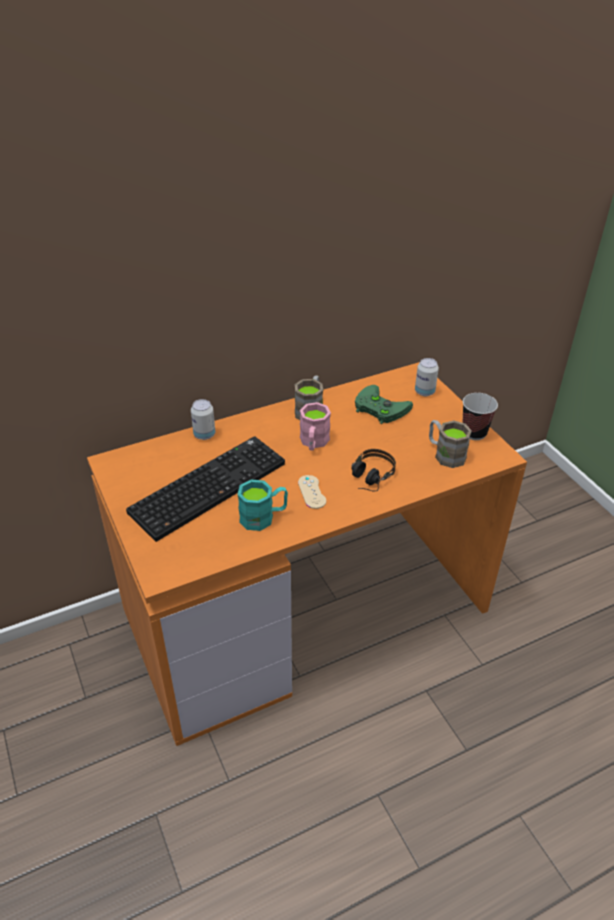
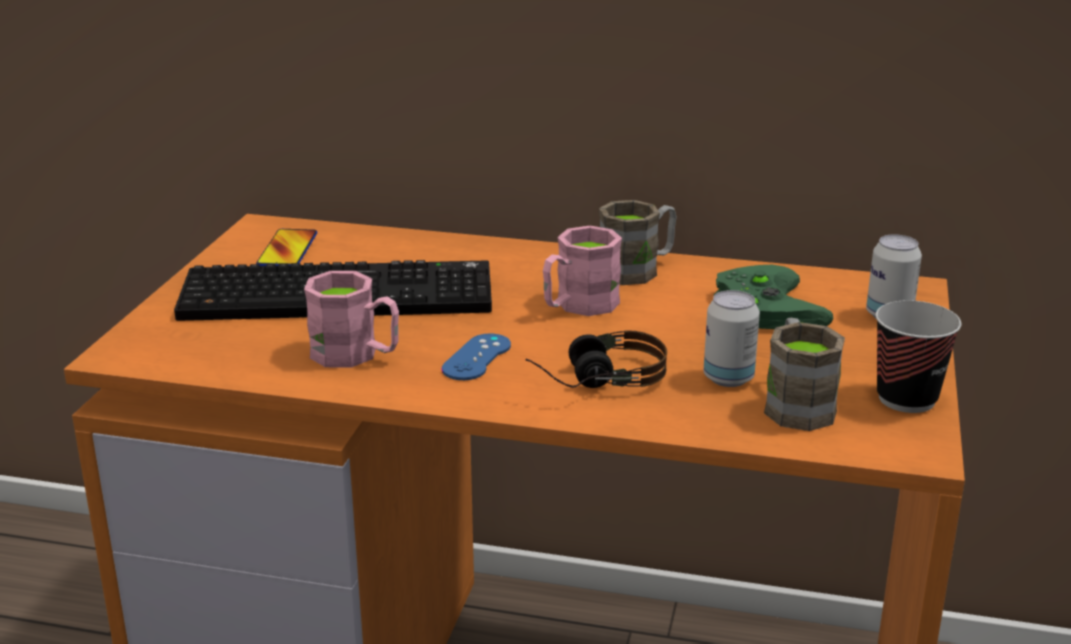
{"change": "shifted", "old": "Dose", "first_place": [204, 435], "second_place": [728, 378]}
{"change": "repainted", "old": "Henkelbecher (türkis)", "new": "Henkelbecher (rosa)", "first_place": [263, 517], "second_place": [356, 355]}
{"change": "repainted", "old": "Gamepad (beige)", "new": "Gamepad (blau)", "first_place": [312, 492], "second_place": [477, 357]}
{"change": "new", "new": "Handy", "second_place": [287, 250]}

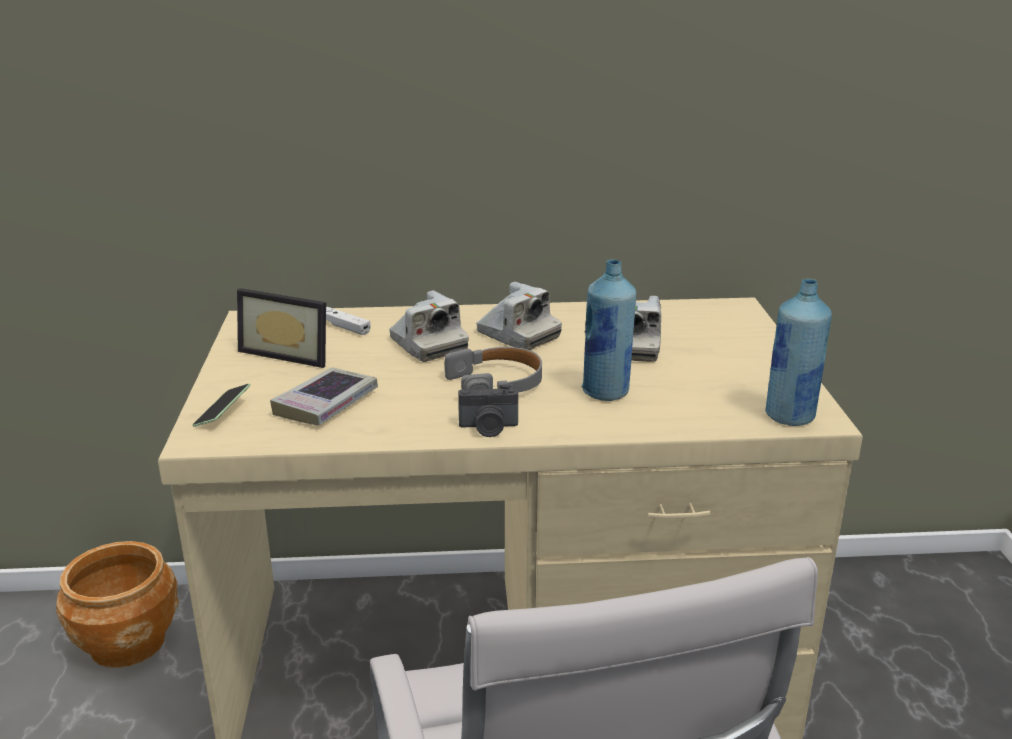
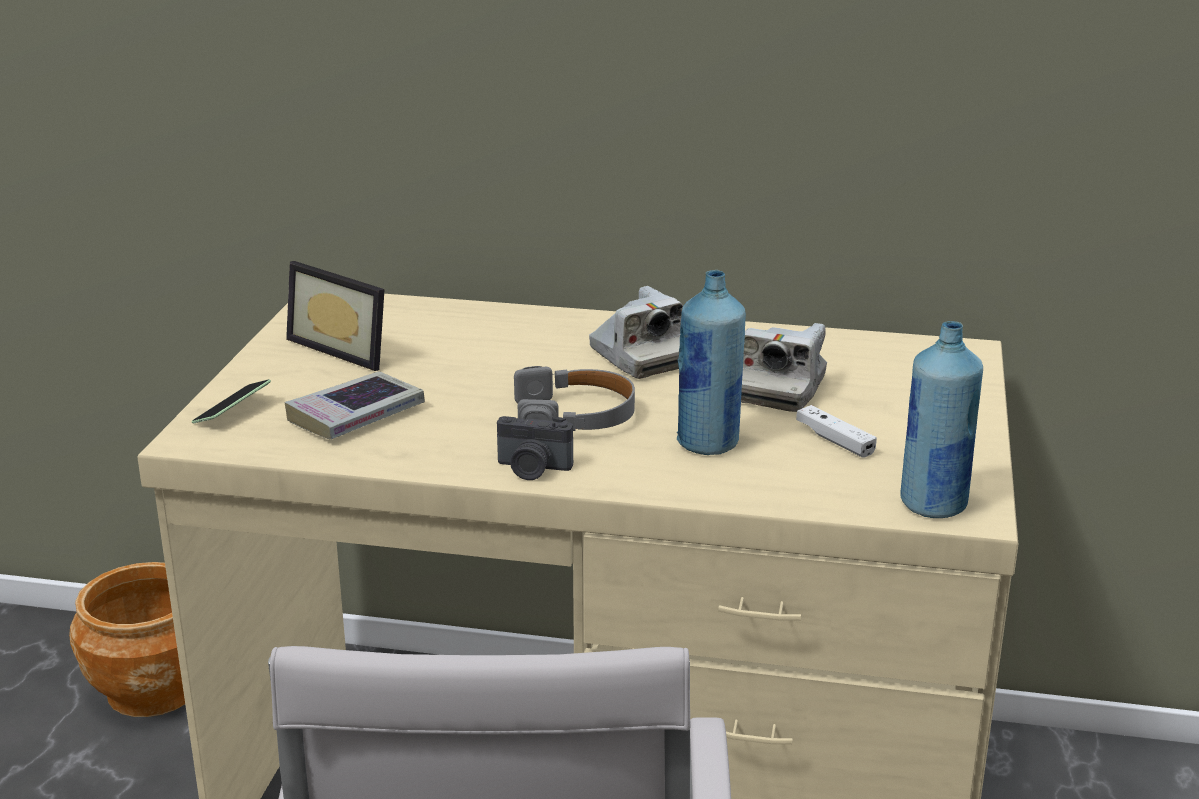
{"change": "shifted", "old": "Gamepad (weiß)", "first_place": [344, 327], "second_place": [834, 440]}
{"change": "gone", "old": "Kamera", "first_place": [428, 345]}

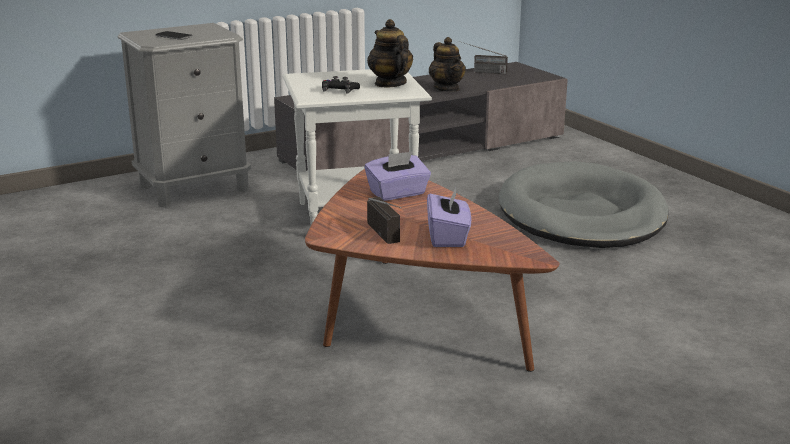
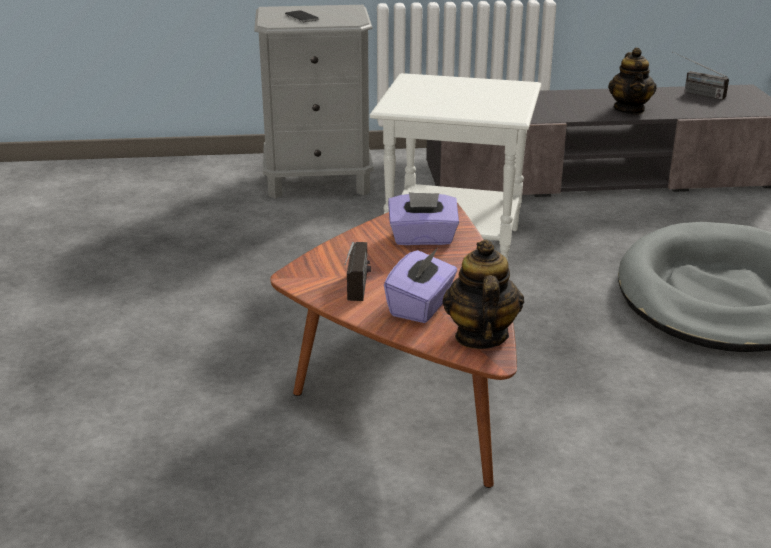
{"change": "gone", "old": "Gamepad (schwarz)", "first_place": [340, 90]}
{"change": "shifted", "old": "Teekanne", "first_place": [390, 84], "second_place": [480, 336]}

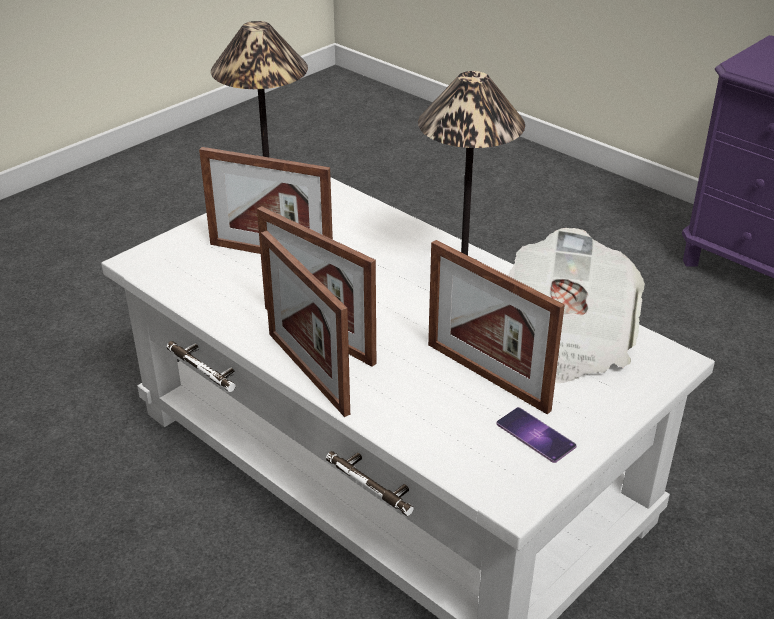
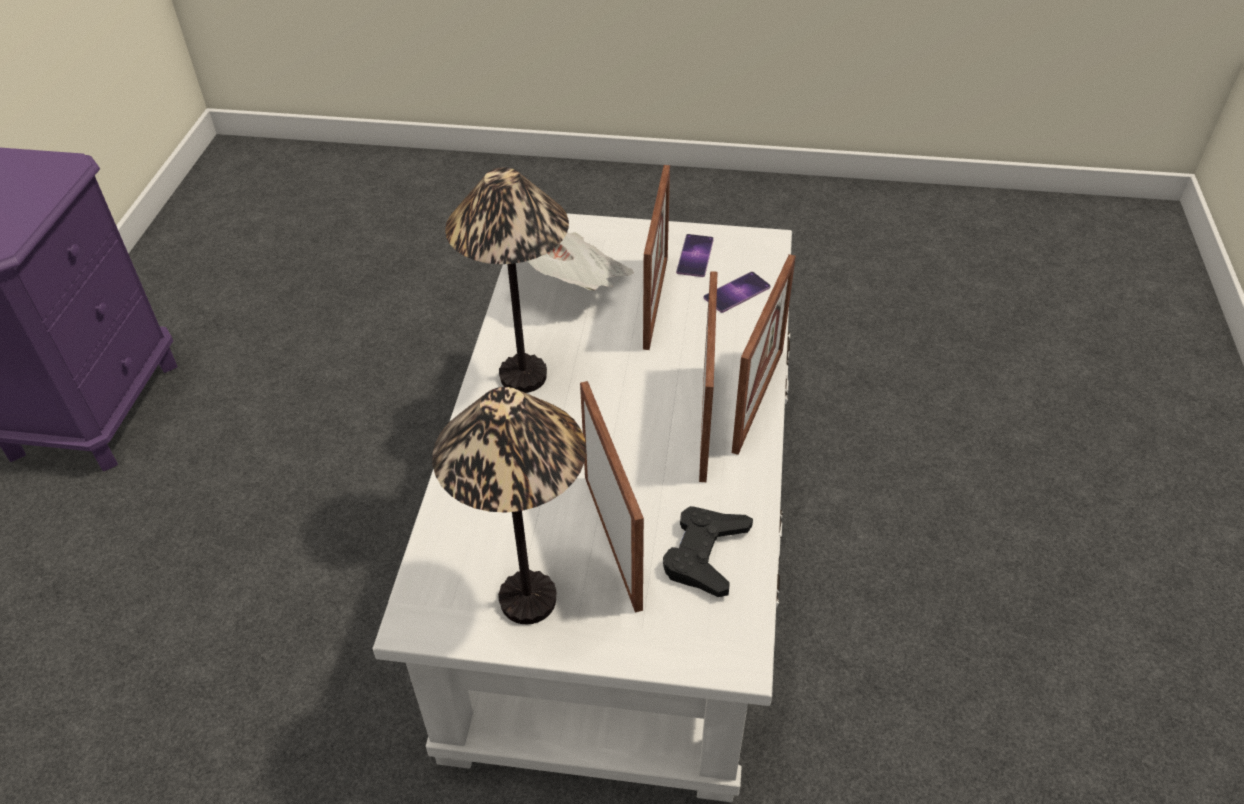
{"change": "new", "new": "Gamepad (schwarz)", "second_place": [705, 554]}
{"change": "new", "new": "Handy", "second_place": [737, 292]}

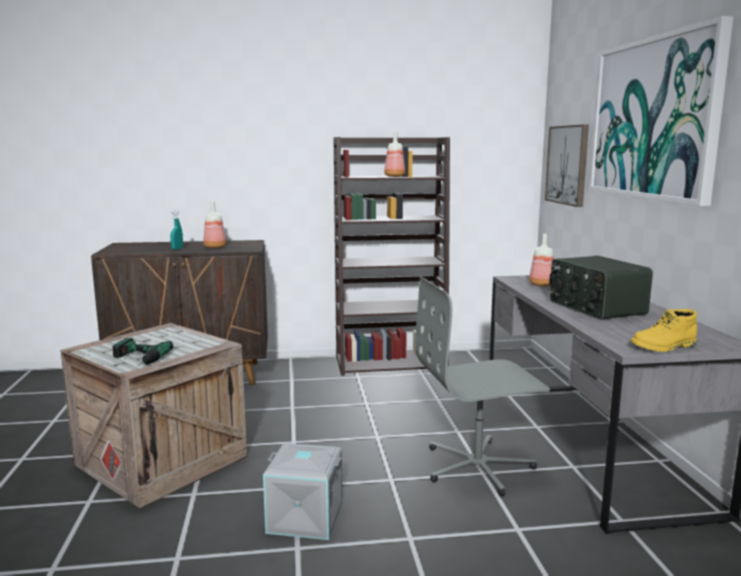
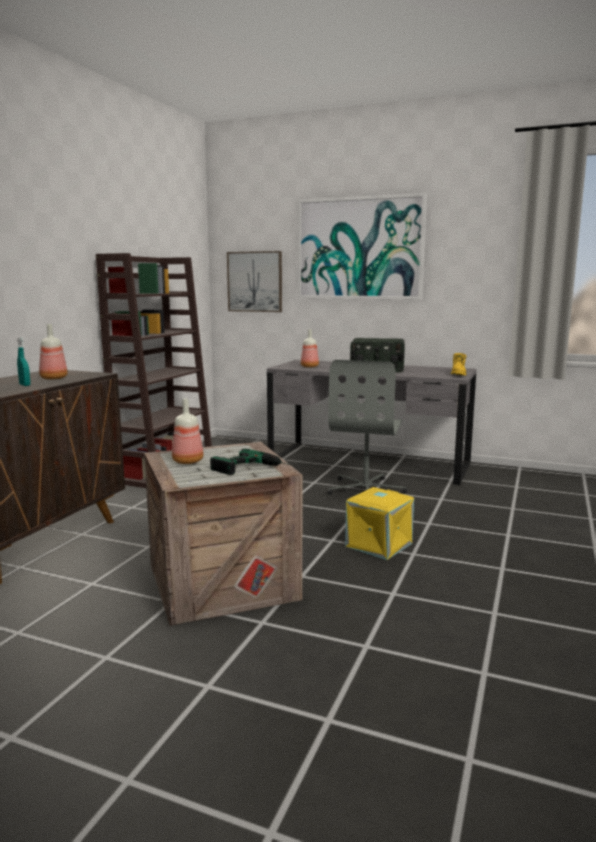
{"change": "repainted", "old": "Aufbewahrungsbox (grau)", "new": "Aufbewahrungsbox (gelb)", "first_place": [304, 518], "second_place": [379, 545]}
{"change": "shifted", "old": "Flasche", "first_place": [394, 176], "second_place": [188, 461]}

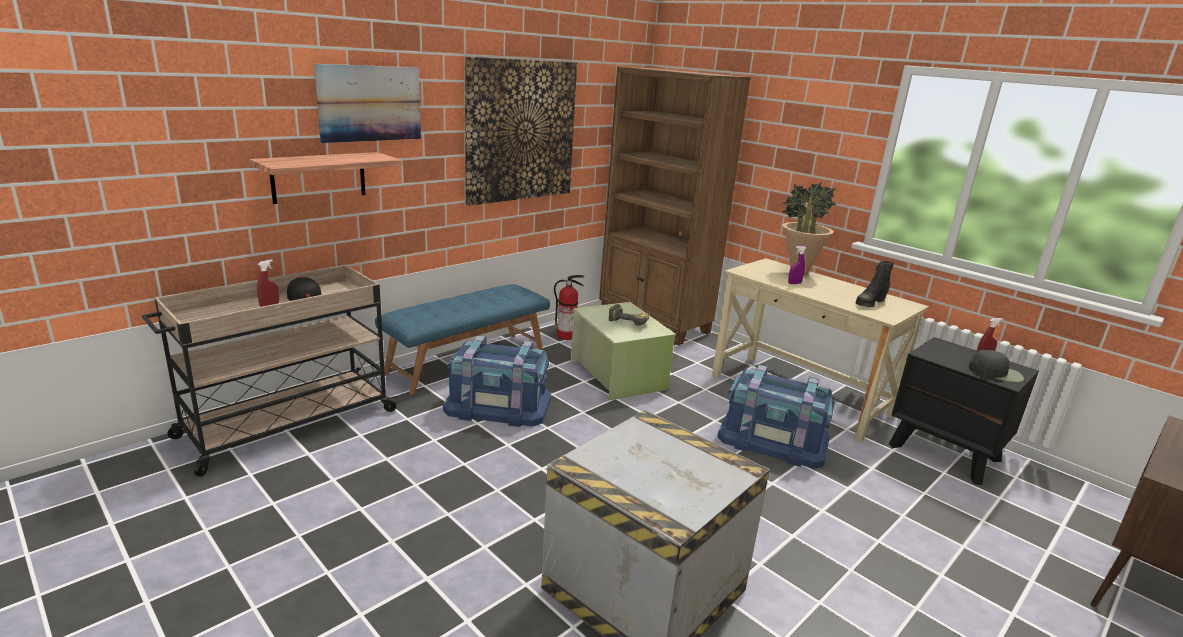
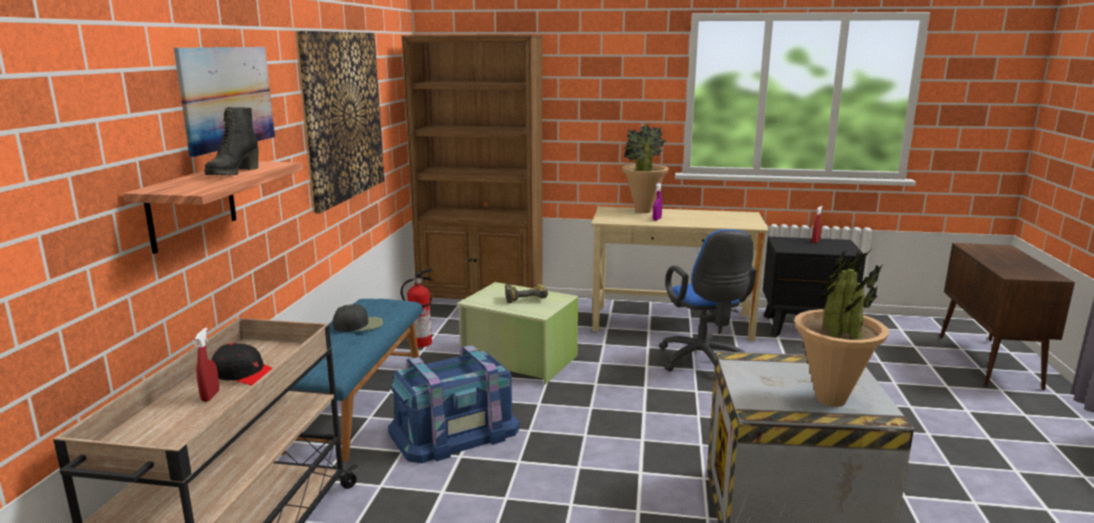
{"change": "swapped", "old": "Aufbewahrungsbox (blau)", "new": "Bürostuhl (blau)", "first_place": [772, 439], "second_place": [703, 363]}
{"change": "shifted", "old": "Stiefel (schwarz)", "first_place": [869, 303], "second_place": [232, 173]}
{"change": "shifted", "old": "Kappe (schwarz)", "first_place": [995, 373], "second_place": [359, 325]}
{"change": "new", "new": "Topfpflanze", "second_place": [830, 399]}

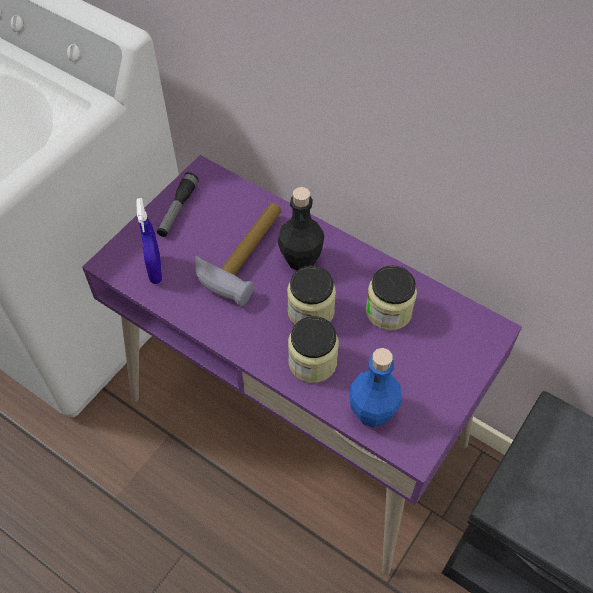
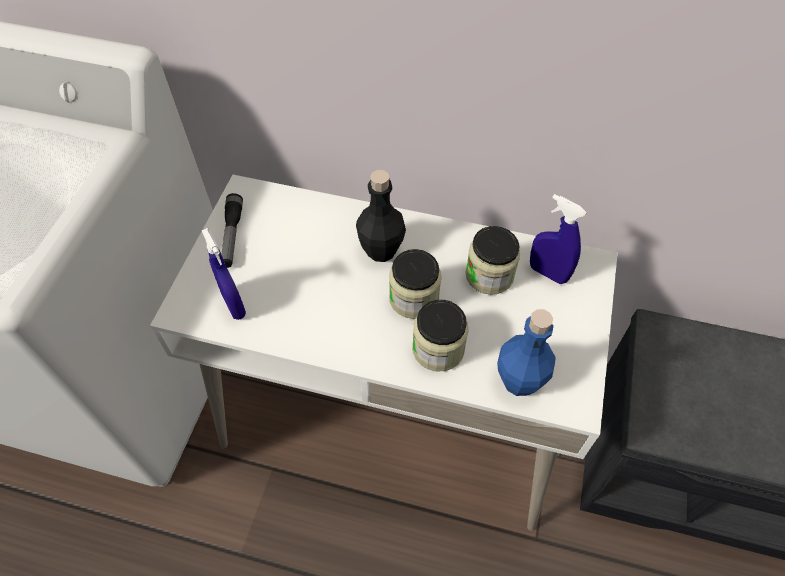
{"change": "repainted", "old": "Schreibtisch (lila)", "new": "Schreibtisch (weiß)", "first_place": [297, 421], "second_place": [393, 413]}
{"change": "gone", "old": "Hammer", "first_place": [243, 254]}
{"change": "new", "new": "Sprühflasche (blau)", "second_place": [548, 273]}

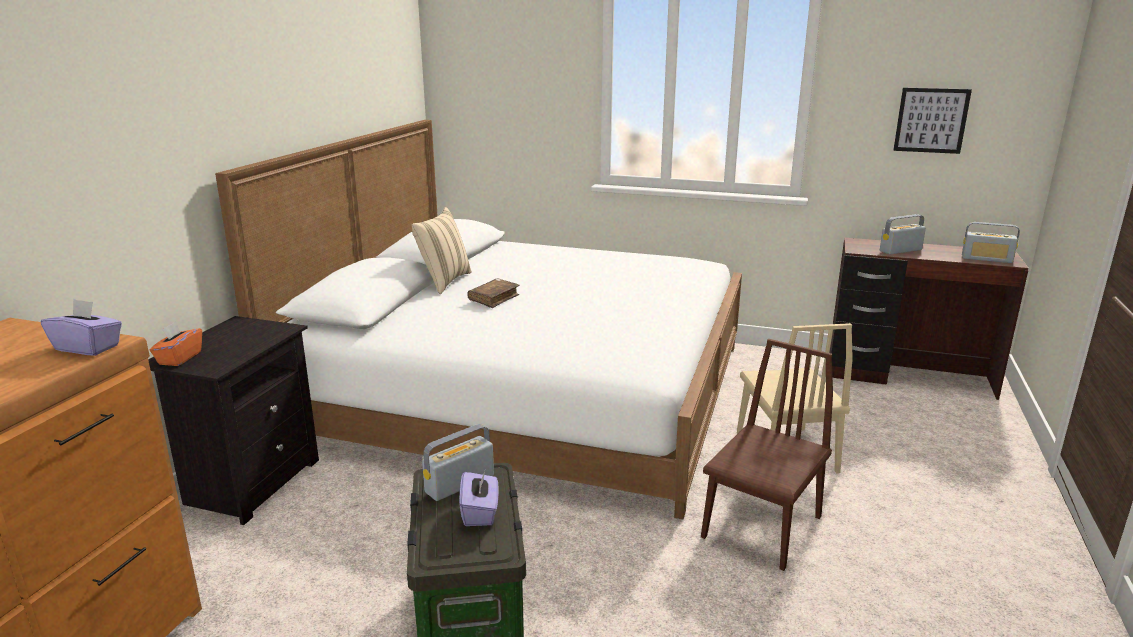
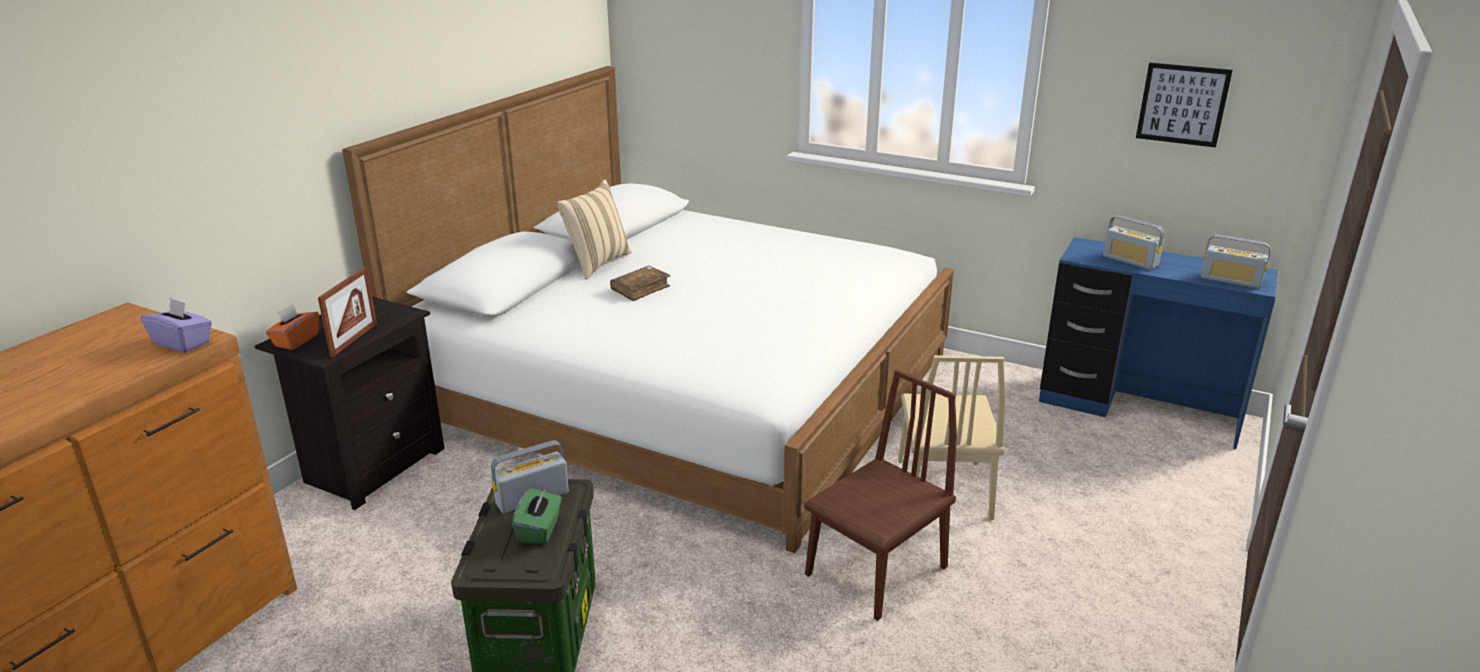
{"change": "repainted", "old": "Taschentuchbox (lila)", "new": "Taschentuchbox (grün)", "first_place": [480, 512], "second_place": [539, 530]}
{"change": "repainted", "old": "Schreibtisch (braun)", "new": "Schreibtisch (blau)", "first_place": [909, 377], "second_place": [1138, 410]}
{"change": "rotated", "old": "Radio", "first_place": [900, 250], "second_place": [1130, 261], "degrees": -120}
{"change": "new", "new": "Bilderrahmen", "second_place": [354, 339]}

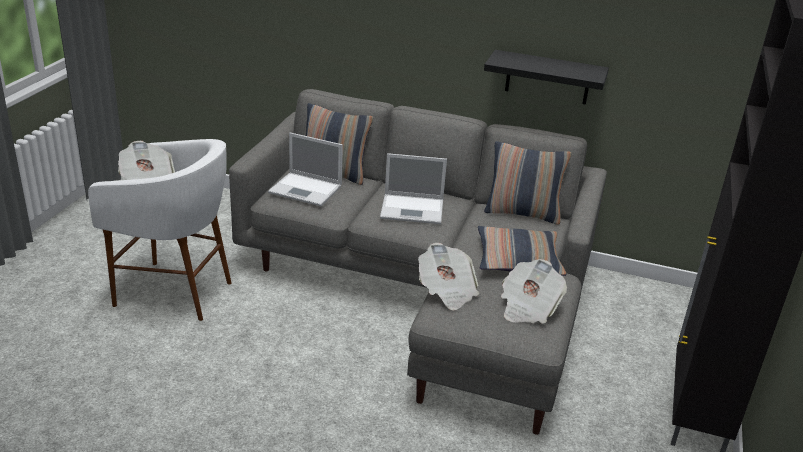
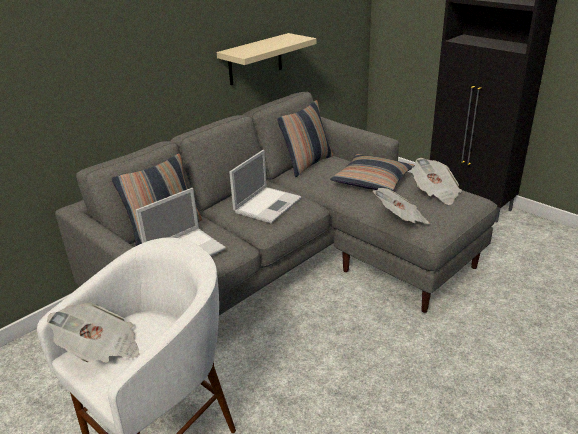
{"change": "repainted", "old": "Wandregal (schwarz)", "new": "Wandregal (beige)", "first_place": [548, 77], "second_place": [255, 59]}

